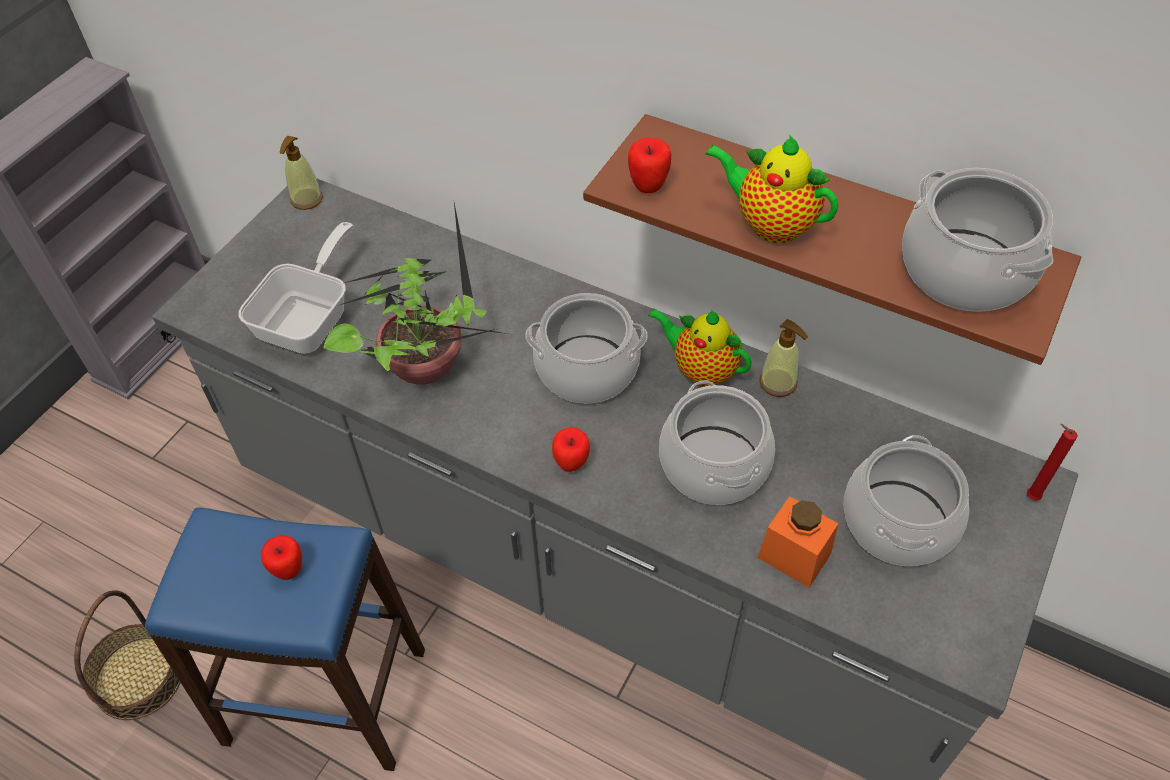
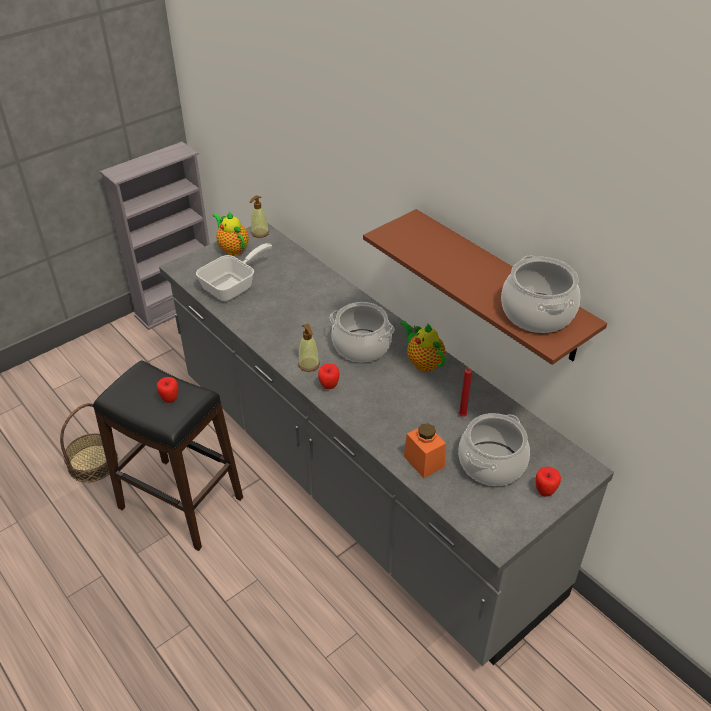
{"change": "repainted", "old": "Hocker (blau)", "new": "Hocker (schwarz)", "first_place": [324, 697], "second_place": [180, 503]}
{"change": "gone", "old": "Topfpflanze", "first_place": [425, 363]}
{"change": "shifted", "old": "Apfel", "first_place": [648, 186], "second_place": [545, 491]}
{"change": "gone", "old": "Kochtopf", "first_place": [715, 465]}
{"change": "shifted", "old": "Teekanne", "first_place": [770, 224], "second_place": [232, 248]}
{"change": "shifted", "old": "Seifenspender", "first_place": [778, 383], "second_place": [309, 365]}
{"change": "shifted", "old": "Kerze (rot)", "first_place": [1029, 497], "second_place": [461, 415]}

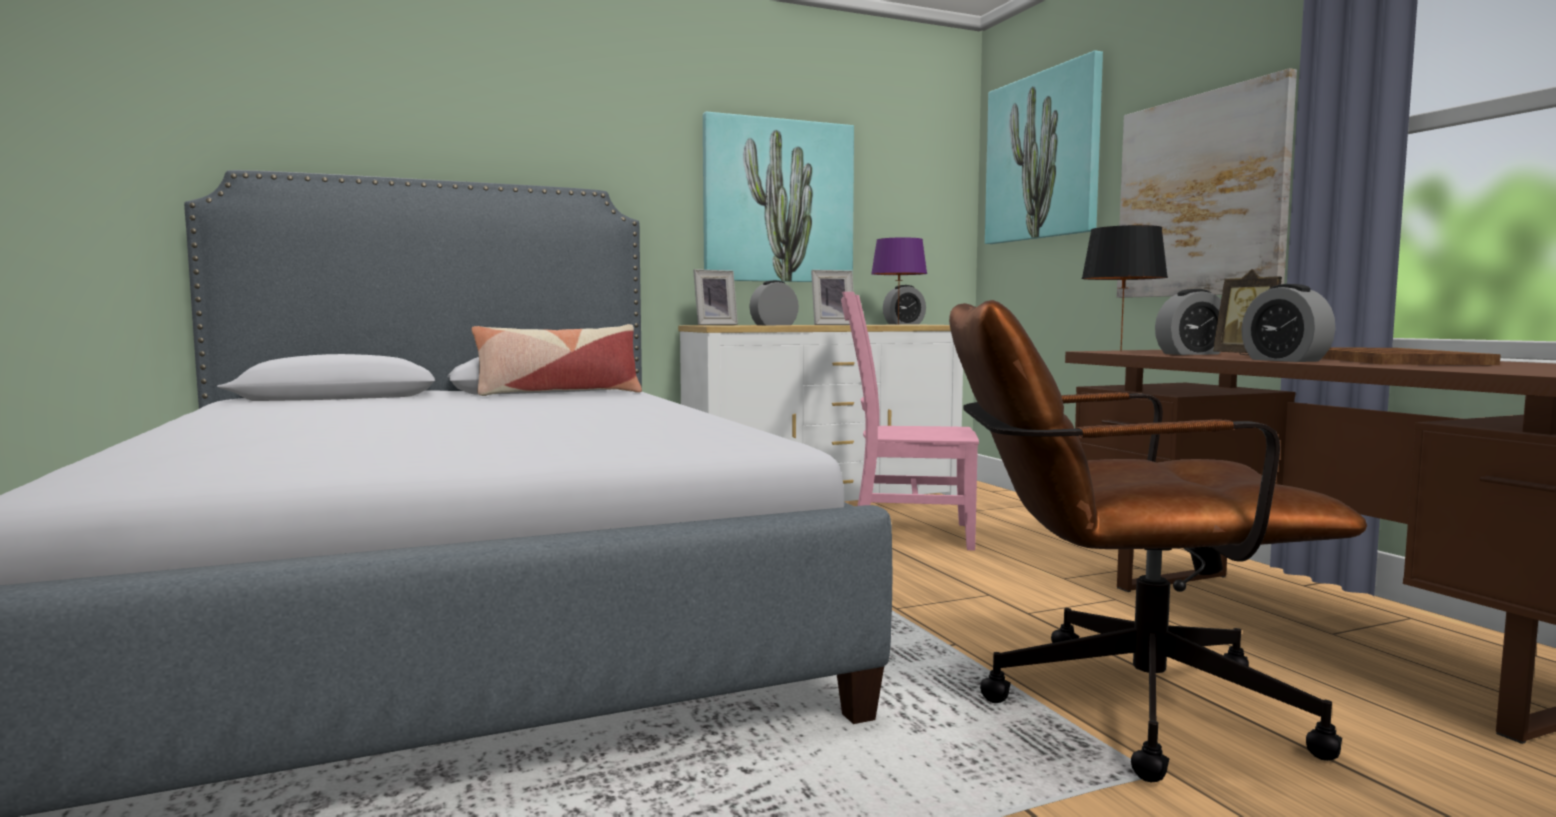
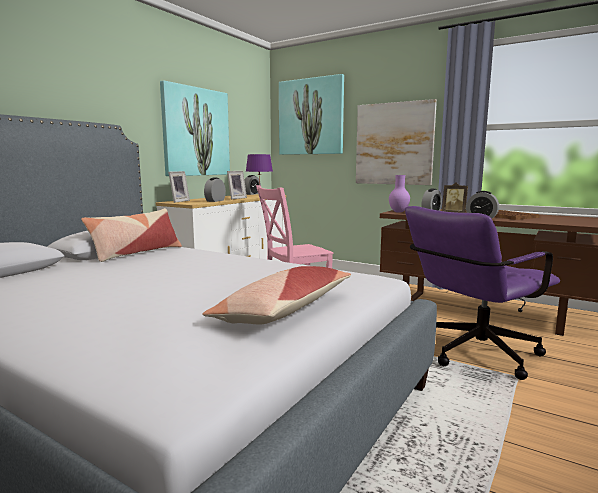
{"change": "repainted", "old": "Bürostuhl (braun)", "new": "Bürostuhl (lila)", "first_place": [1114, 705], "second_place": [472, 355]}
{"change": "swapped", "old": "Tischlampe (schwarz)", "new": "Vase (lila)", "first_place": [1119, 351], "second_place": [398, 212]}
{"change": "new", "new": "Kissen", "second_place": [284, 310]}

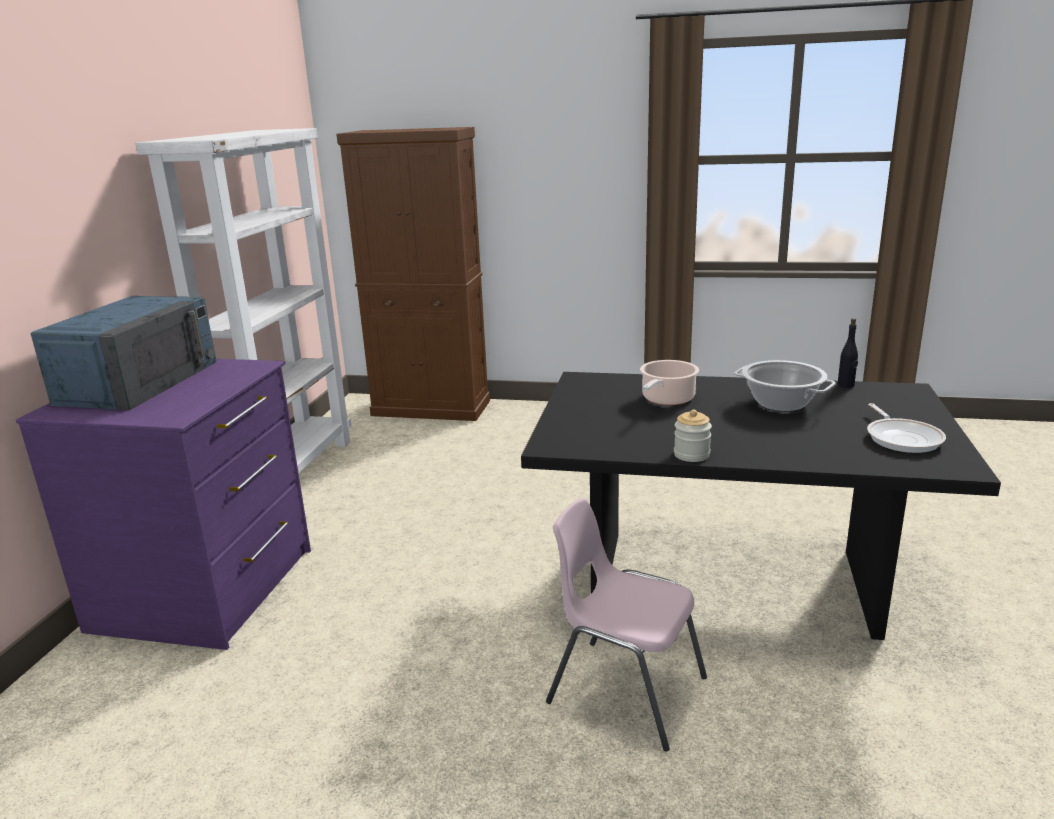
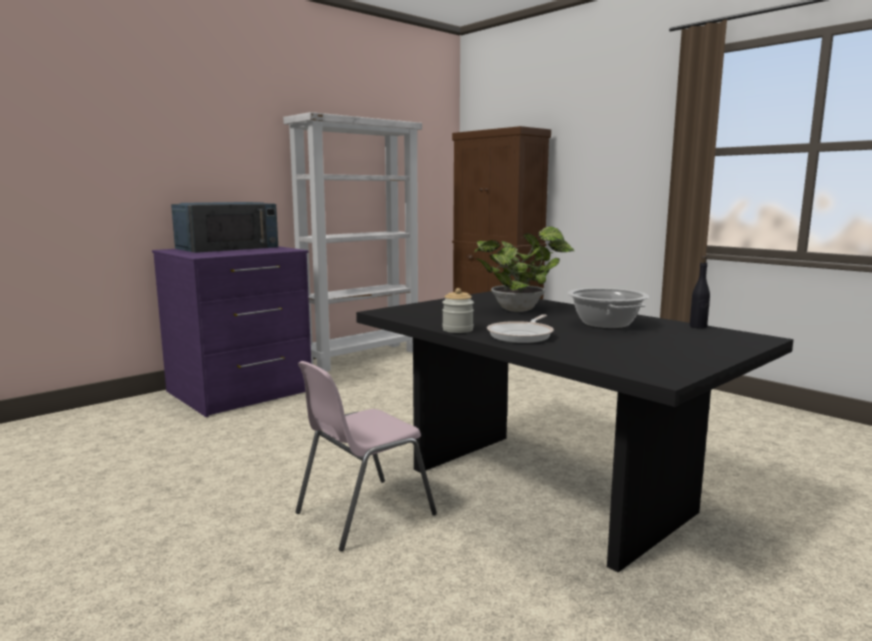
{"change": "rotated", "old": "Stuhl (rosa)", "first_place": [624, 690], "second_place": [362, 513], "degrees": -105}
{"change": "swapped", "old": "Kochtopf", "new": "Topfpflanze", "first_place": [666, 399], "second_place": [521, 309]}
{"change": "shifted", "old": "Pfanne", "first_place": [902, 438], "second_place": [522, 335]}

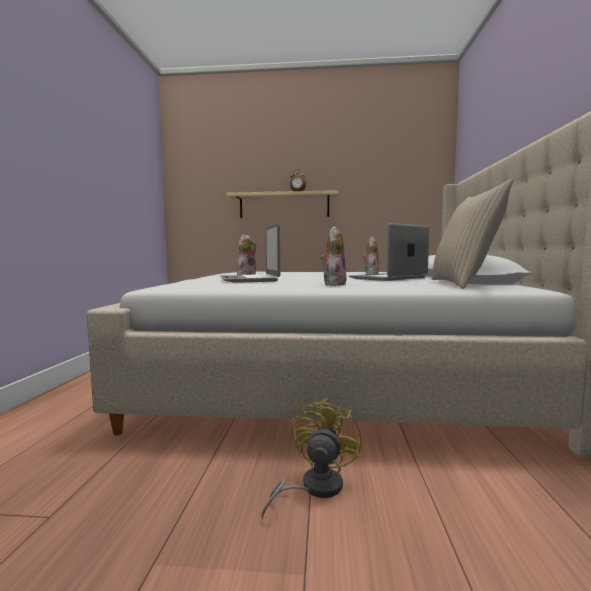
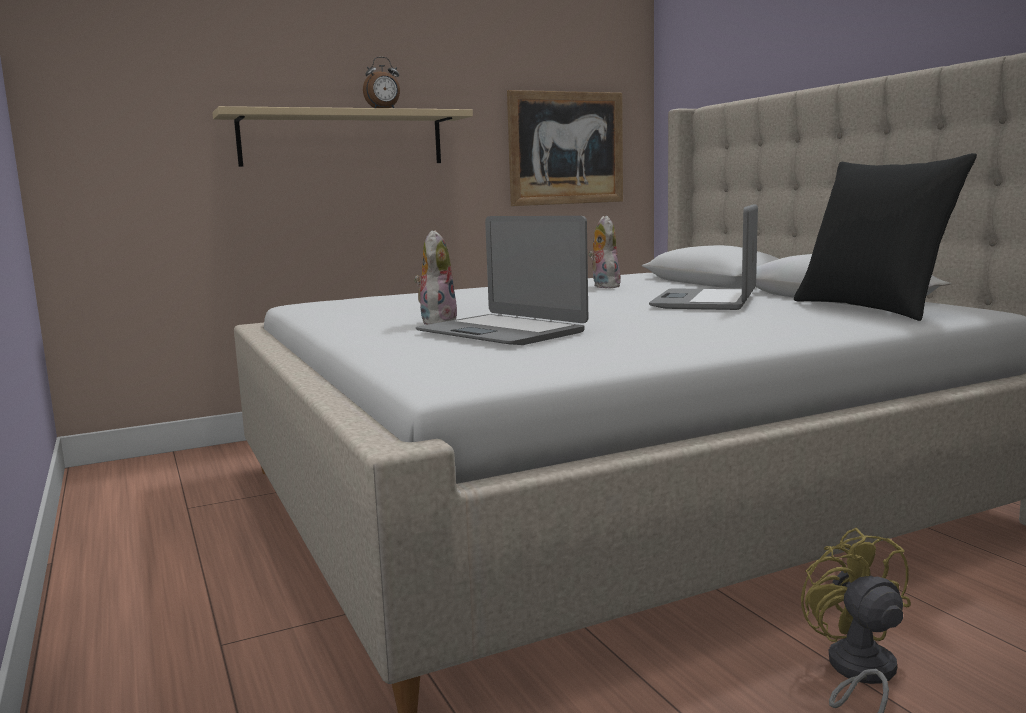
{"change": "gone", "old": "Plüschtier", "first_place": [333, 284]}
{"change": "repainted", "old": "Kissen (beige)", "new": "Kissen (schwarz)", "first_place": [463, 284], "second_place": [872, 308]}
{"change": "new", "new": "Bild", "second_place": [566, 148]}

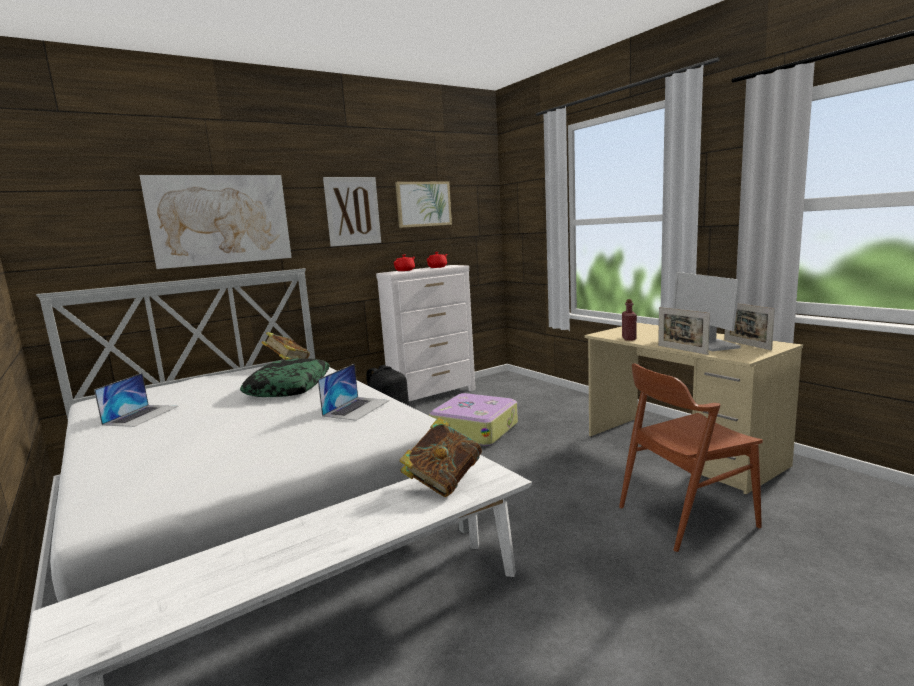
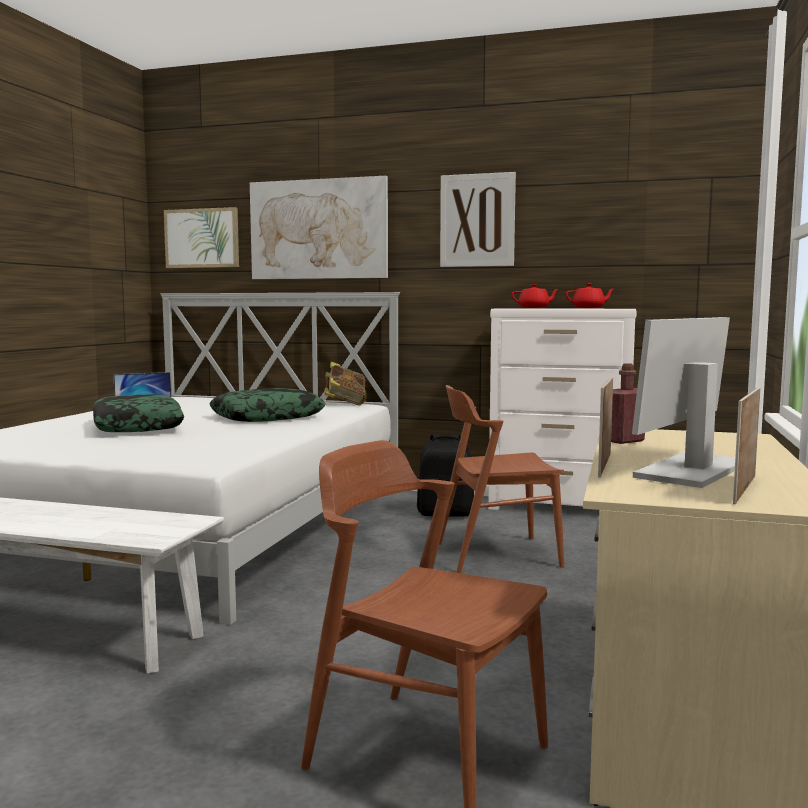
{"change": "gone", "old": "Laptop", "first_place": [356, 408]}
{"change": "shifted", "old": "Bild", "first_place": [423, 204], "second_place": [202, 238]}
{"change": "gone", "old": "Buch", "first_place": [443, 482]}
{"change": "swapped", "old": "Koffer", "new": "Stuhl (braun)", "first_place": [475, 429], "second_place": [496, 554]}
{"change": "new", "new": "Kissen", "second_place": [137, 426]}

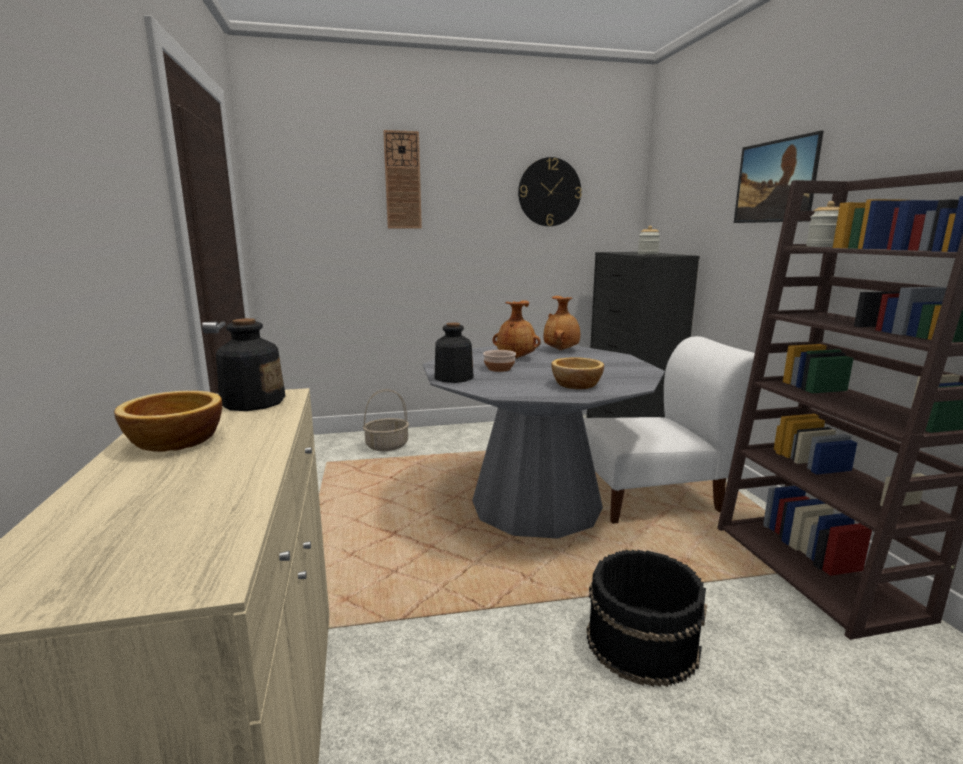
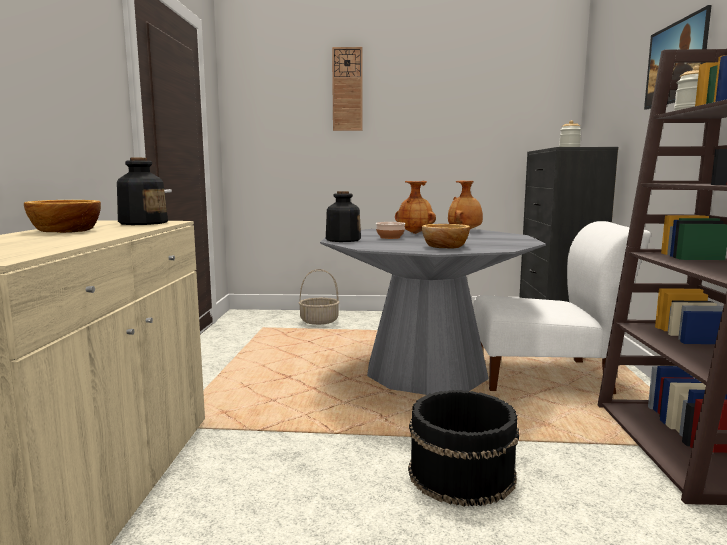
{"change": "gone", "old": "Wanduhr", "first_place": [549, 192]}

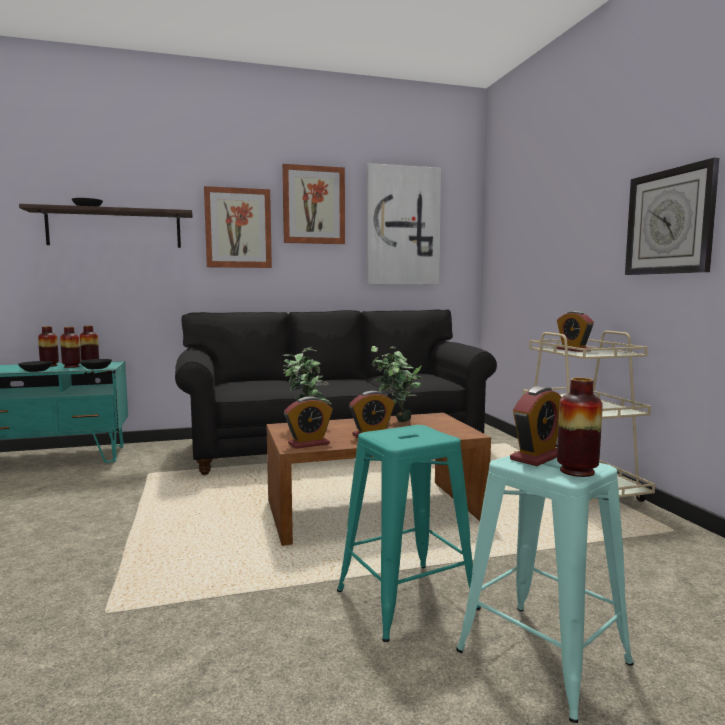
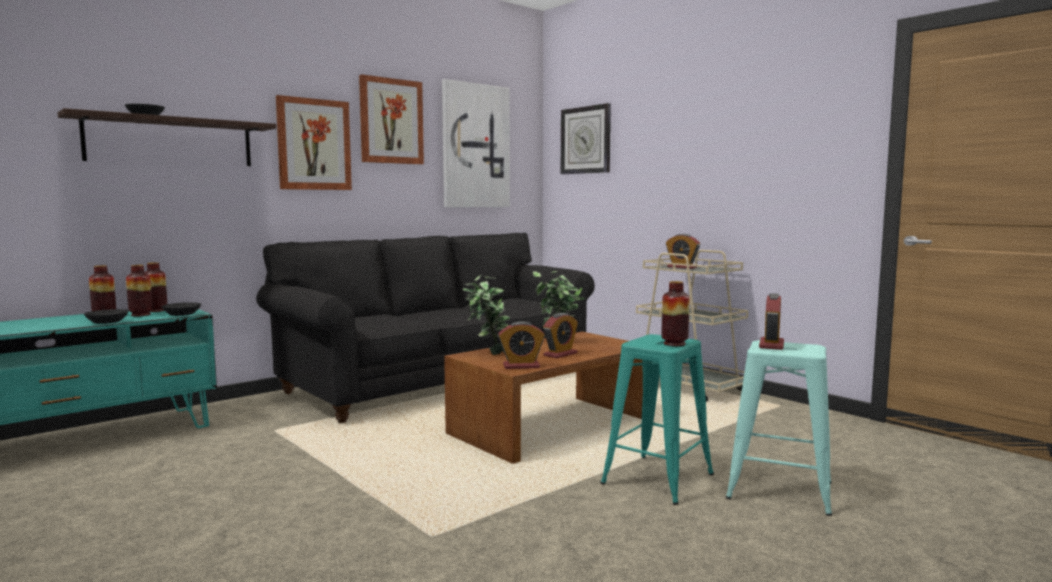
{"change": "rotated", "old": "Wecker", "first_place": [308, 444], "second_place": [521, 366], "degrees": 45}
{"change": "shifted", "old": "Vase", "first_place": [577, 471], "second_place": [674, 344]}
{"change": "shifted", "old": "Wanduhr", "first_place": [670, 222], "second_place": [586, 140]}

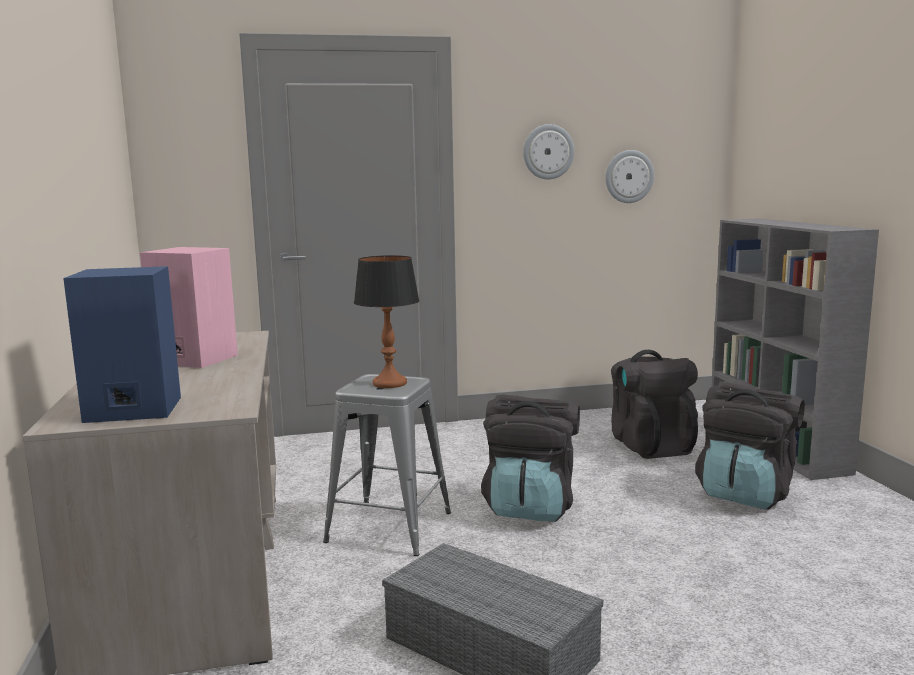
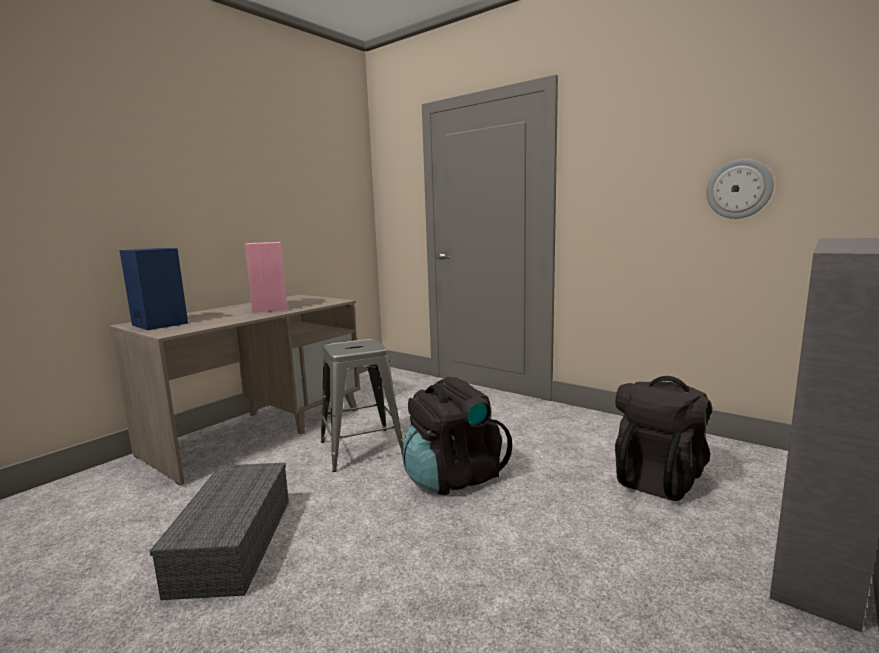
{"change": "gone", "old": "Tischlampe", "first_place": [390, 383]}
{"change": "gone", "old": "Wanduhr", "first_place": [548, 152]}
{"change": "gone", "old": "Rucksack (schwarz)", "first_place": [746, 493]}

